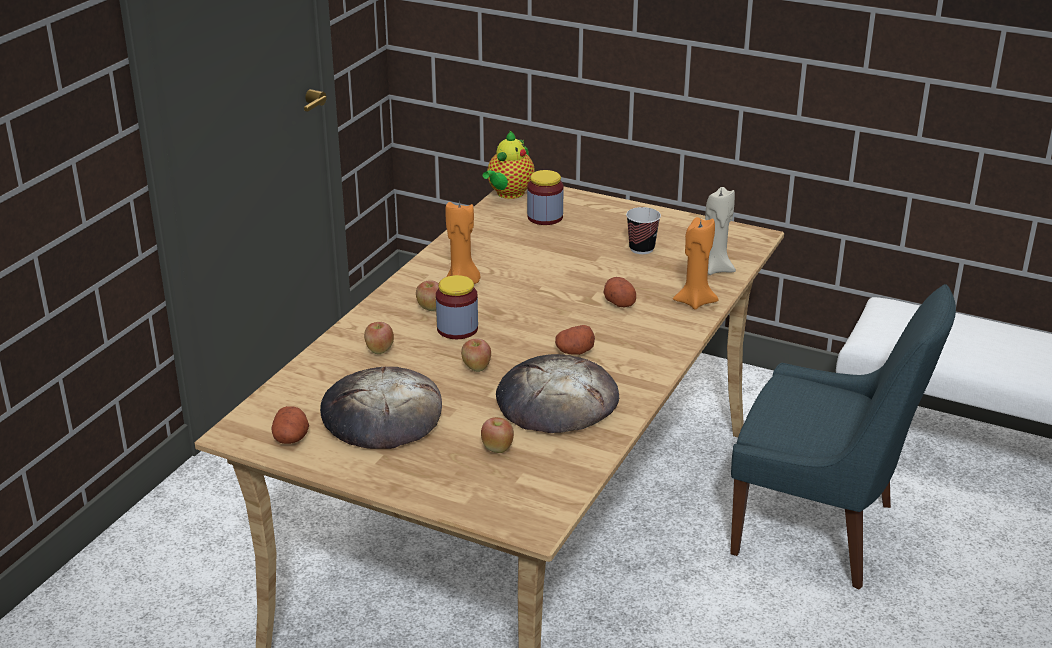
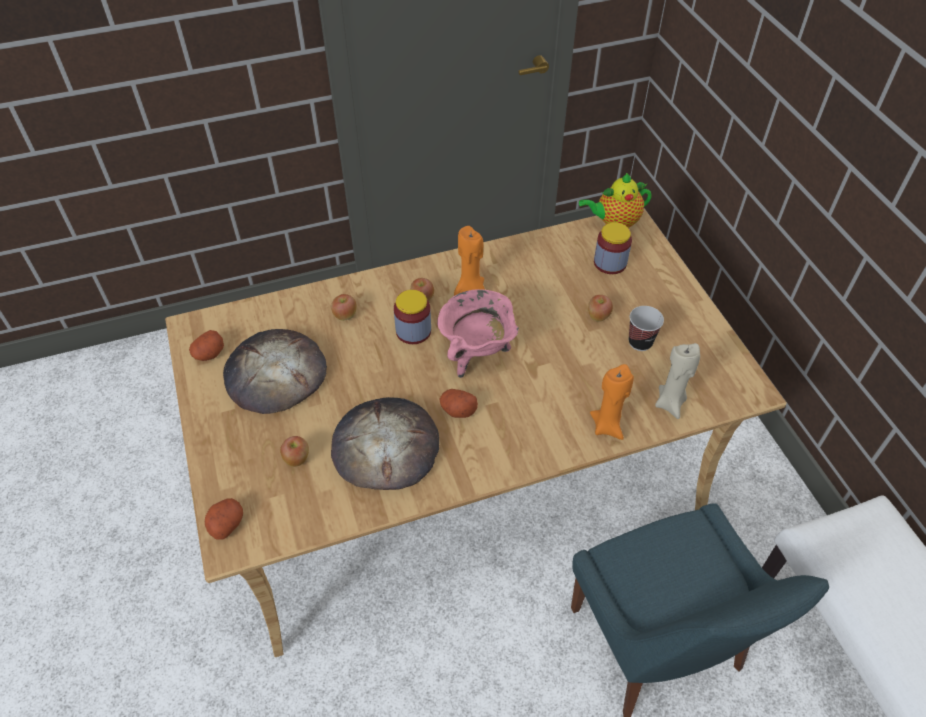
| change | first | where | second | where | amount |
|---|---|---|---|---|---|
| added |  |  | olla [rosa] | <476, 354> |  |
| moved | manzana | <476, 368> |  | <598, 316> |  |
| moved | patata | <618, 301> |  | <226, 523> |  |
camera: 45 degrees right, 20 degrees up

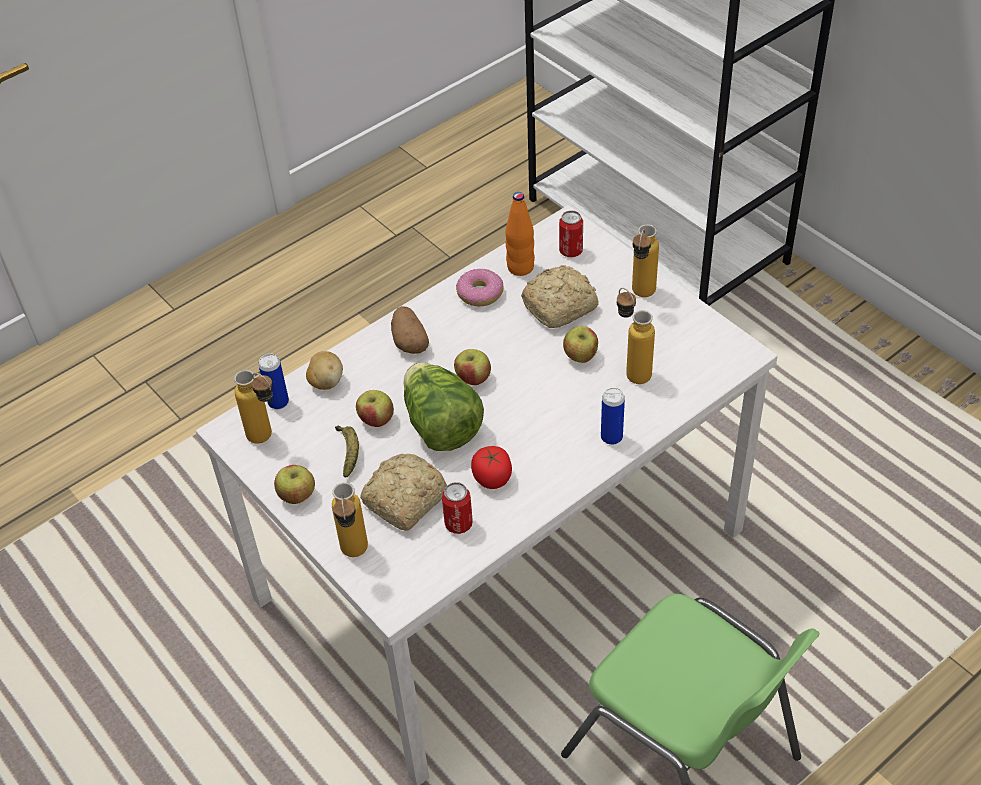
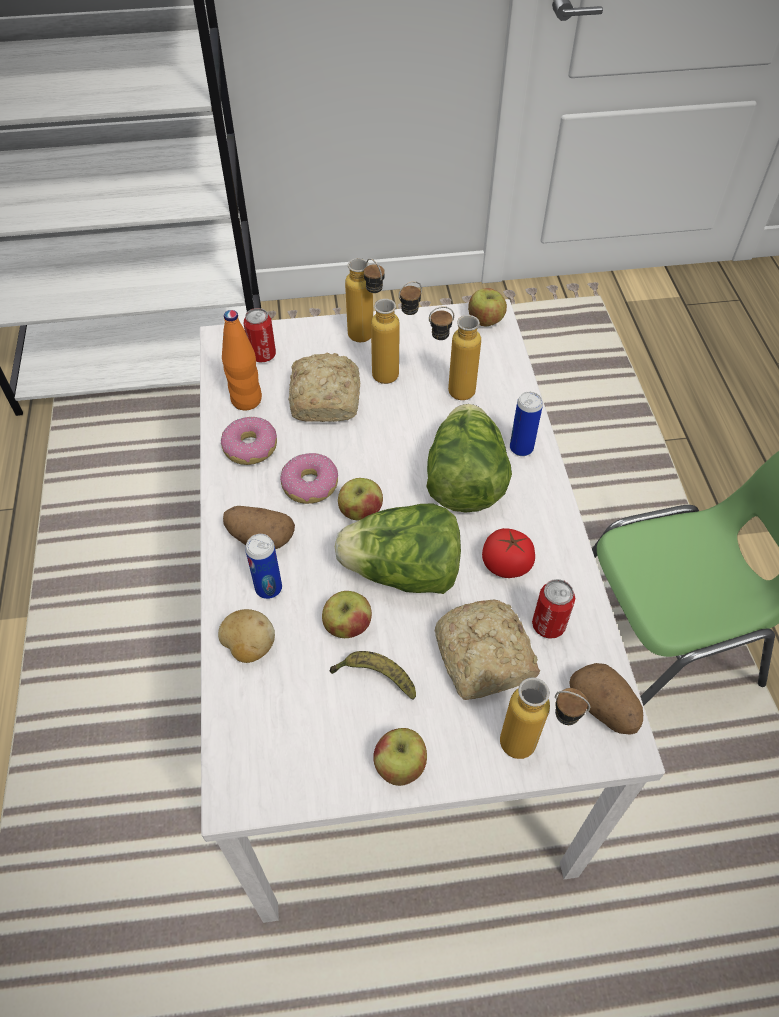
| change | first | where | second | where | amount |
|---|---|---|---|---|---|
| added |  |  | rosquilla | <310, 485> |  |
| added |  |  | lechuga | <464, 481> |  |
| added |  |  | patata | <604, 708> |  |
| moved | botella | <267, 439> |  | <396, 372> |  |
| moved | lata | <278, 402> |  | <268, 588> |  |
| moved | manzana | <580, 356> |  | <485, 321> |  |
camera: 60 degrees left, 5 degrees up

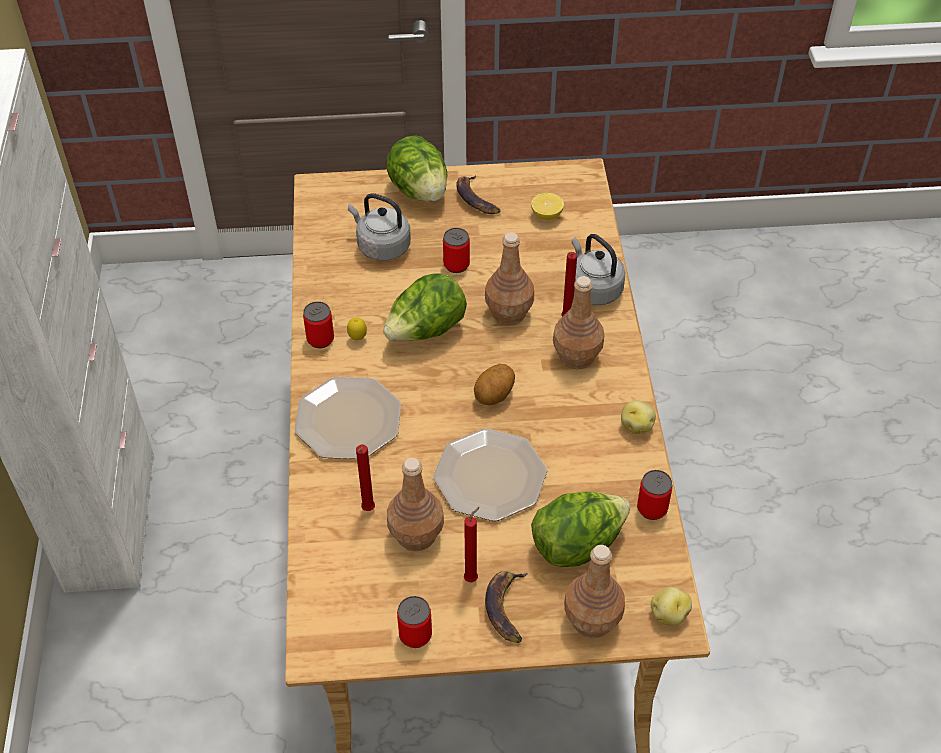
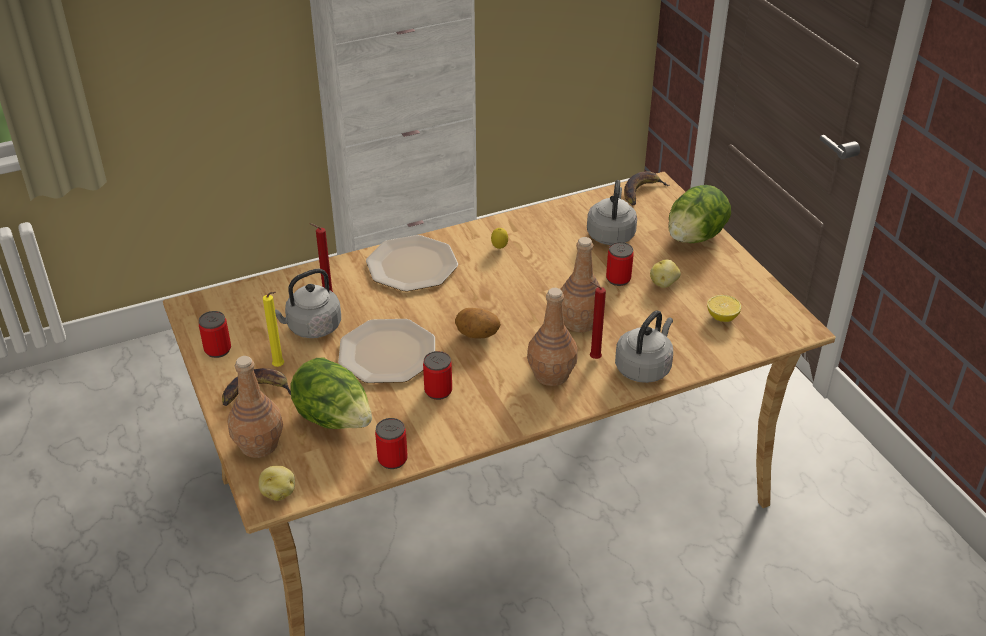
| change | first | where | second | where | amount |
|---|---|---|---|---|---|
| removed | lechuga | <426, 331> |  |  |  |
| moved | lata | <320, 339> |  | <438, 391> |  |
| moved | plátano | <475, 199> |  | <641, 191> |  |
| moved | patata | <637, 425> |  | <664, 283> |  |
| replaced | botella [marrón] | <417, 535> | hervidor [gris] | <311, 328> |  |
| recoloured | vela [rojo] | <472, 578> | vela [amarillo] | <280, 367> |  |
camera: 70 degrees right, 10 degrees down

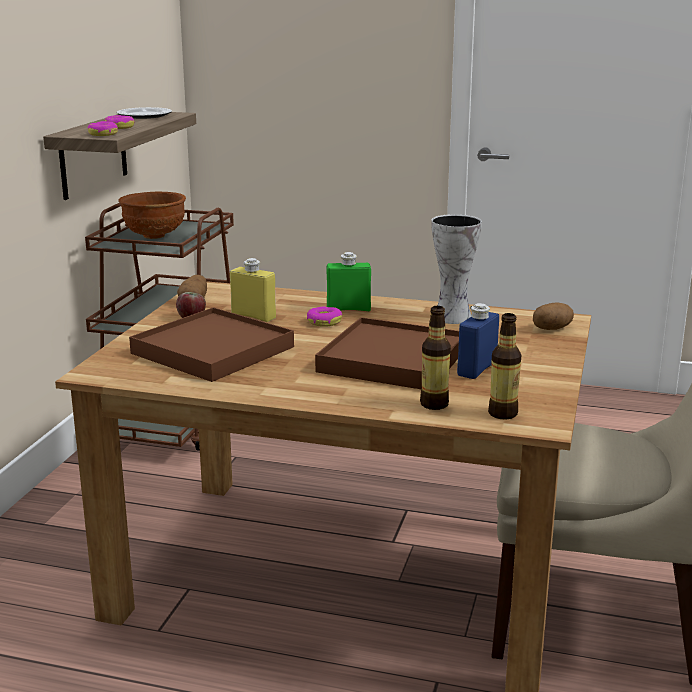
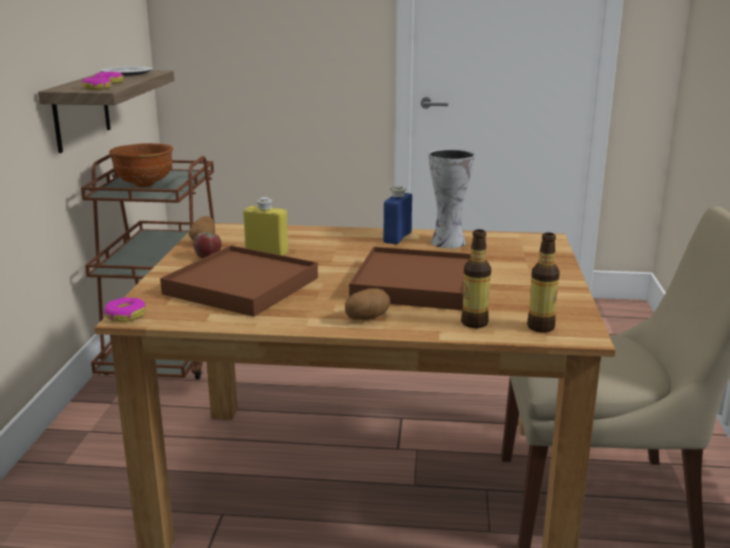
| change | first | where | second | where | amount |
|---|---|---|---|---|---|
| removed | botella [verde] | <348, 309> |  |  |  |
| moved | rosquilla | <324, 322> |  | <125, 315> |  |
| moved | botella [azul] | <477, 369> |  | <397, 238> |  |
| moved | patata | <551, 328> |  | <367, 317> |  |
camera: 10 degrees left, 0 degrees up

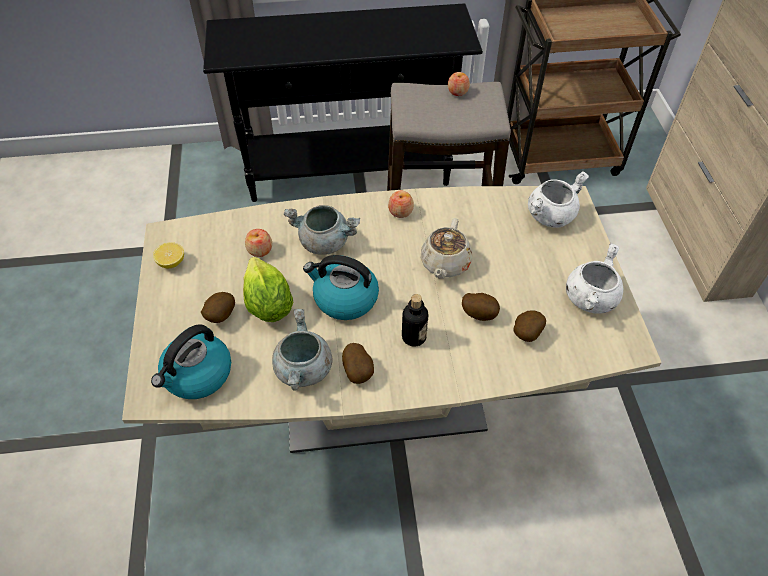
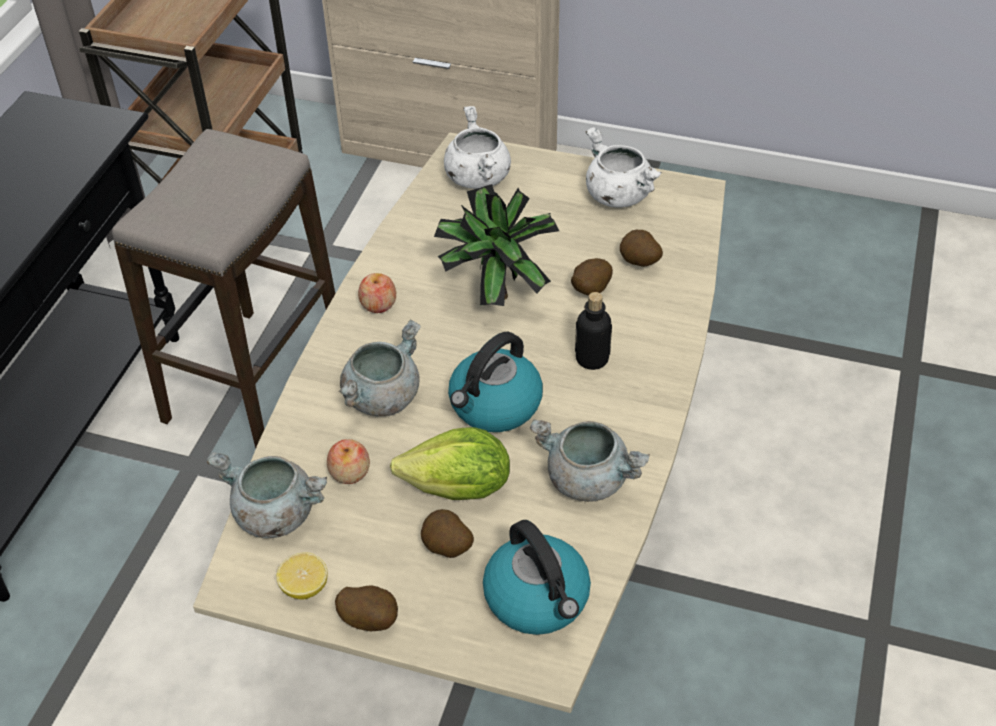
| change | first | where | second | where | amount |
|---|---|---|---|---|---|
| removed | manzana | <457, 91> |  |  |  |
| added |  |  | olla [gris] | <274, 514> |  |
| moved | patata | <358, 372> |  | <370, 619> |  |
| replaced | tetera [beis] | <445, 264> | planta en maceta | <494, 293> |  |
camera: 65 degrees left, 5 degrees down

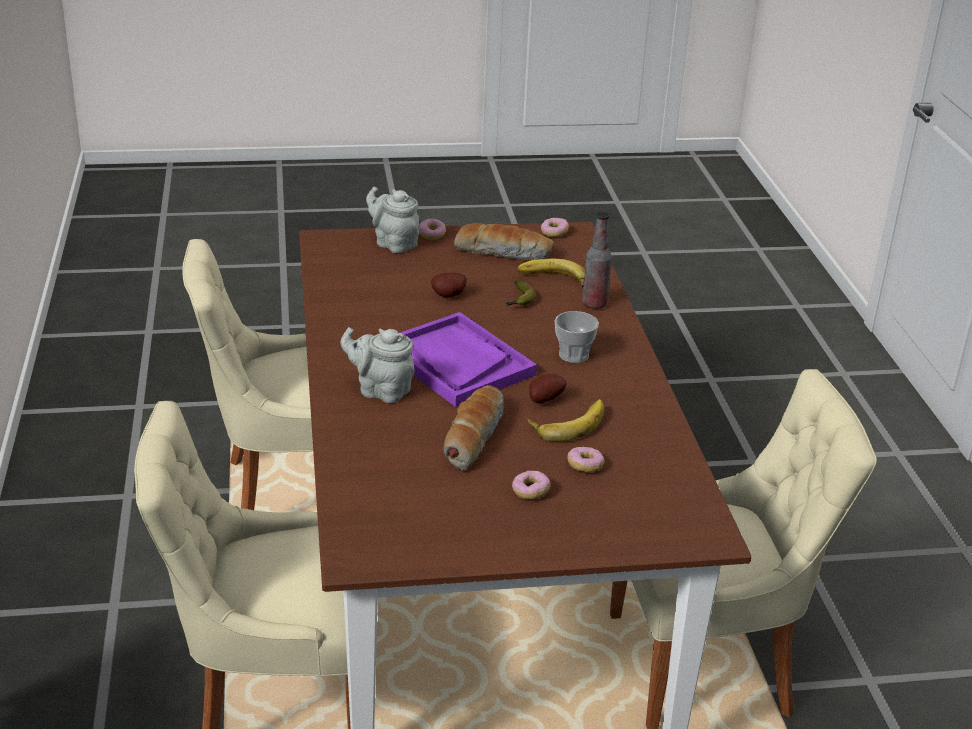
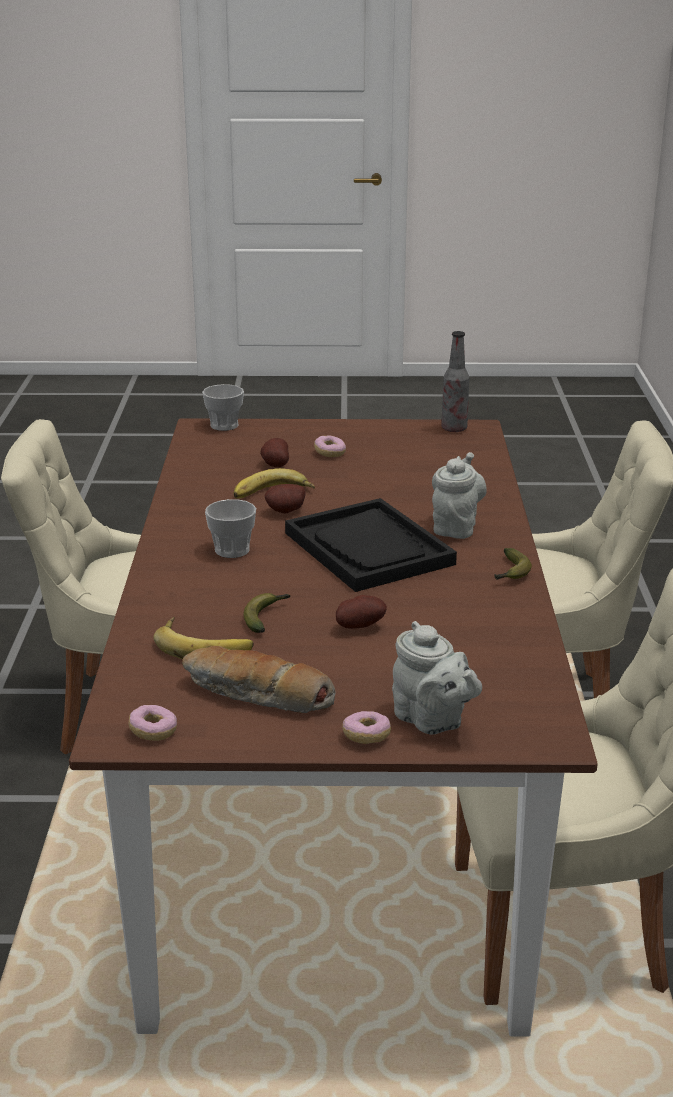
| change | first | where | second | where | amount |
|---|---|---|---|---|---|
| removed | pan | <473, 436> |  |  |  |
| added |  |  | taza | <224, 425> |  |
| added |  |  | plátano | <510, 573> |  |
| moved | botella | <594, 304> |  | <454, 429> |  |
| replaced | rosquilla | <585, 466> | patata | <274, 465> |  |
| recoloured | bandeja [morado] | <456, 362> | bandeja [negro] | <369, 549> |  |
| turned | tetera [gris] | <381, 390> |  | <455, 526> | 105 degrees counterclockwise |
camera: 170 degrees left, 5 degrees down

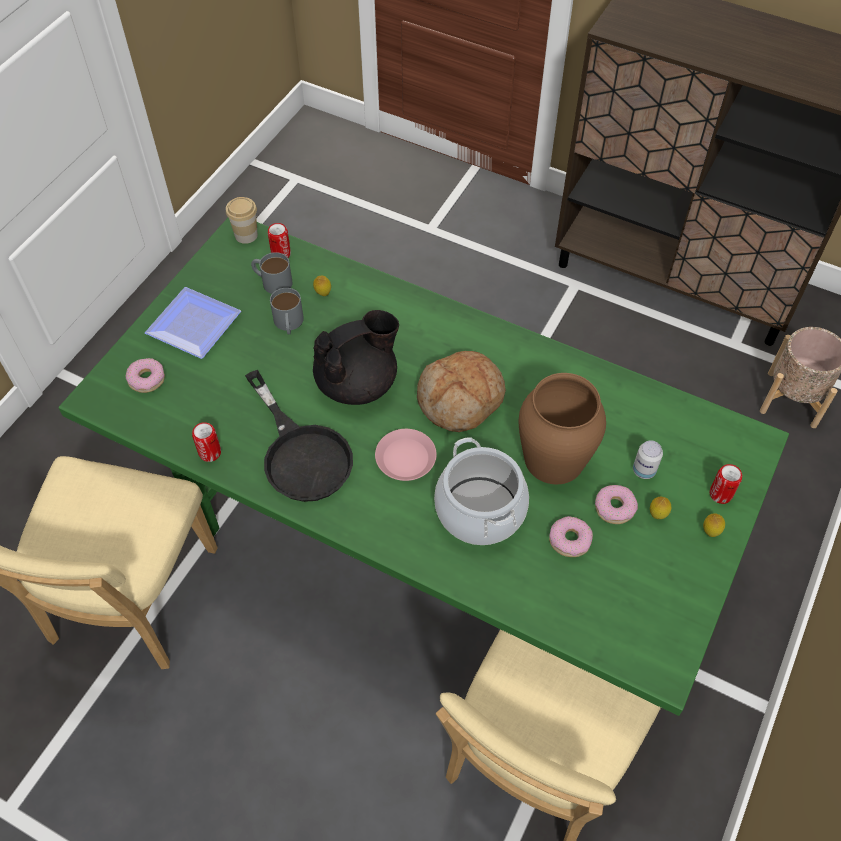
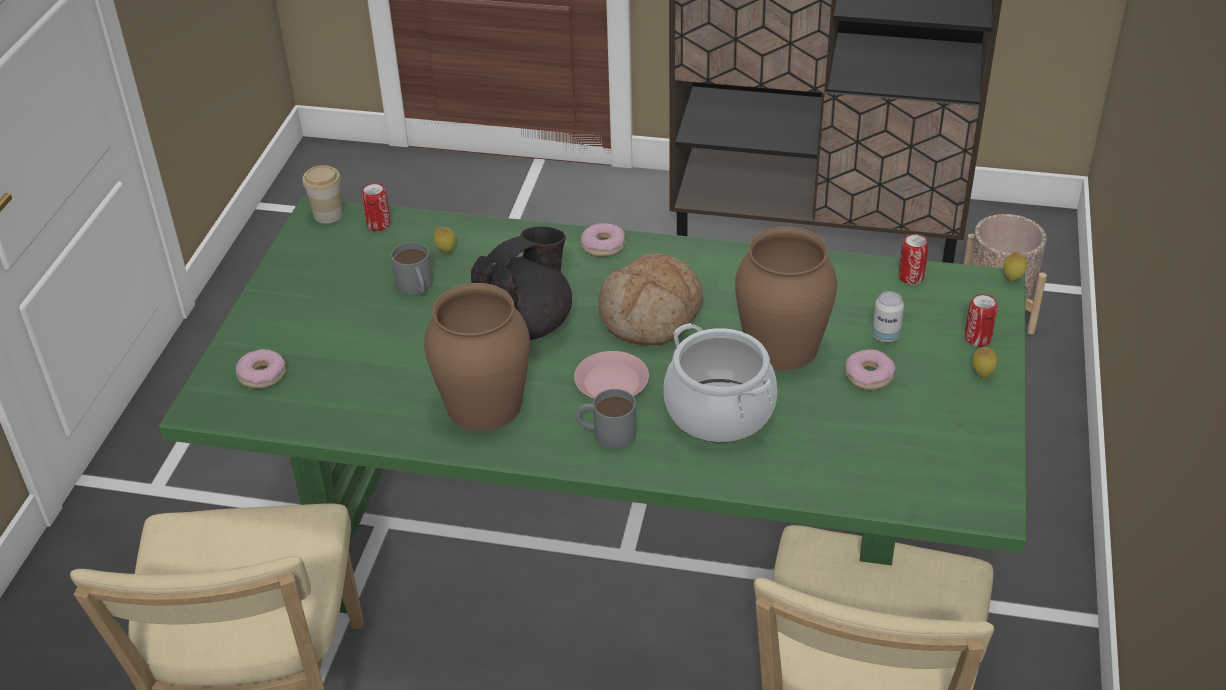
| change | first | where | second | where | amount |
|---|---|---|---|---|---|
| removed | plato | <190, 326> |  |  |  |
| moved | lata | <210, 453> |  | <910, 277> |  |
| moved | taza grande [gris] | <272, 281> |  | <606, 432> |  |
| moved | rosquilla | <569, 540> |  | <603, 246> |  |
| moved | limón | <657, 515> |  | <1012, 278> |  |
| replaced | sartén [negro] | <301, 453> | florero [marrón] | <485, 404> |  |
camera: 15 degrees left, 15 degrees down

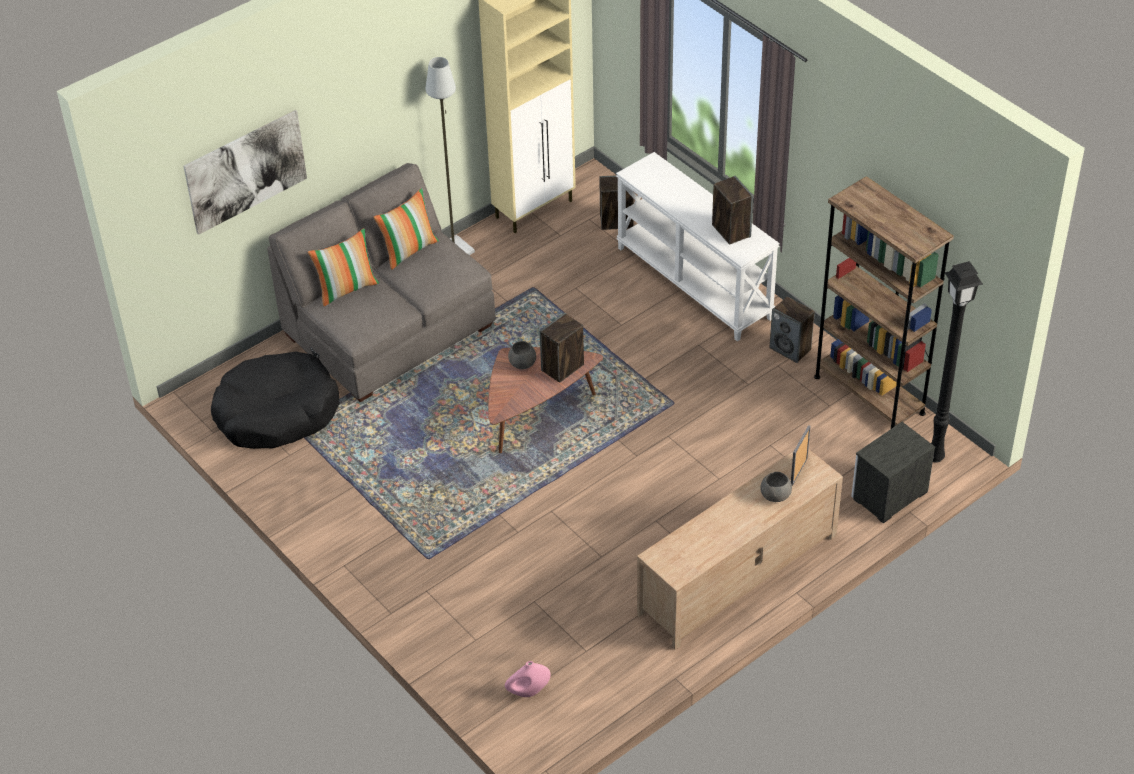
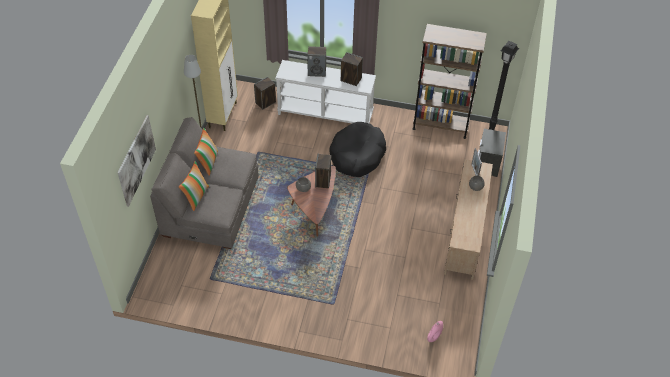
| change | first | where | second | where | amount |
|---|---|---|---|---|---|
| moved | cama para perro [negro] | <276, 412> |  | <357, 155> |  |
| moved | altavoz | <790, 349> |  | <317, 71> |  |
camera: 40 degrees left, 5 degrees up

